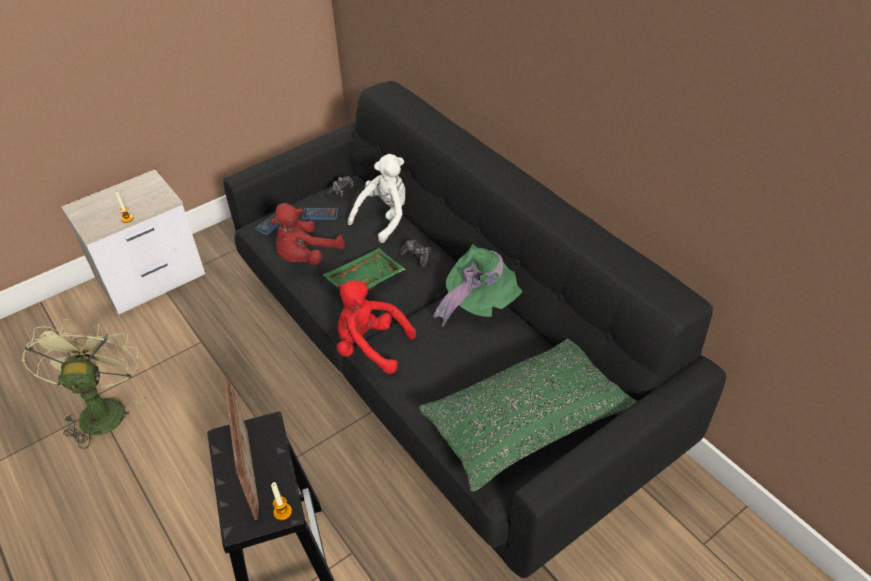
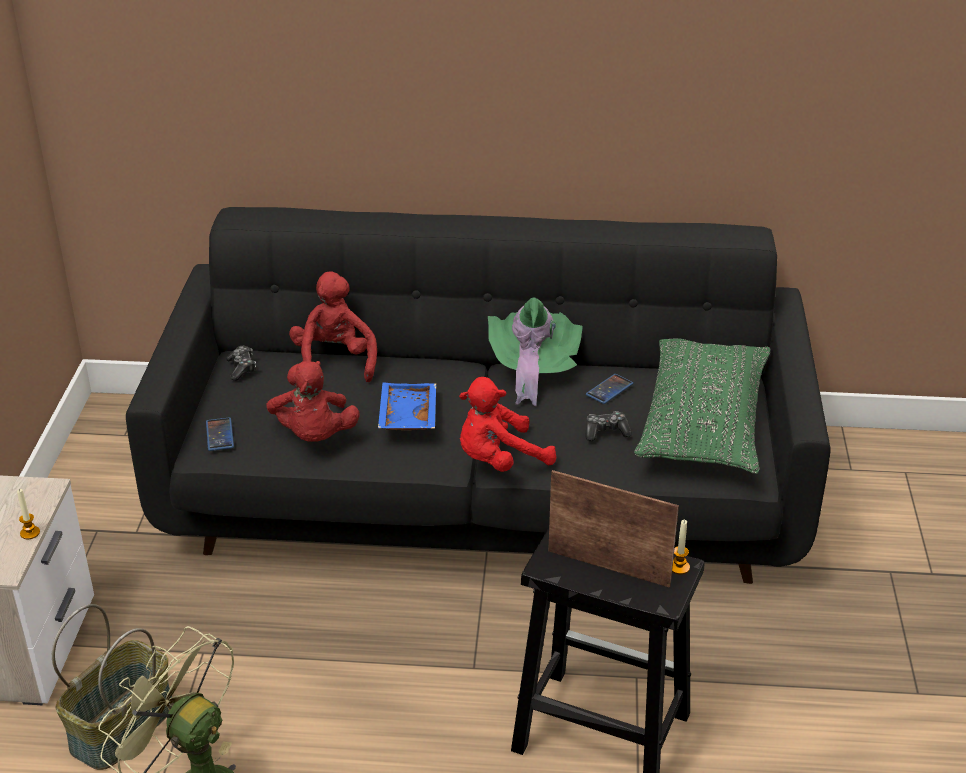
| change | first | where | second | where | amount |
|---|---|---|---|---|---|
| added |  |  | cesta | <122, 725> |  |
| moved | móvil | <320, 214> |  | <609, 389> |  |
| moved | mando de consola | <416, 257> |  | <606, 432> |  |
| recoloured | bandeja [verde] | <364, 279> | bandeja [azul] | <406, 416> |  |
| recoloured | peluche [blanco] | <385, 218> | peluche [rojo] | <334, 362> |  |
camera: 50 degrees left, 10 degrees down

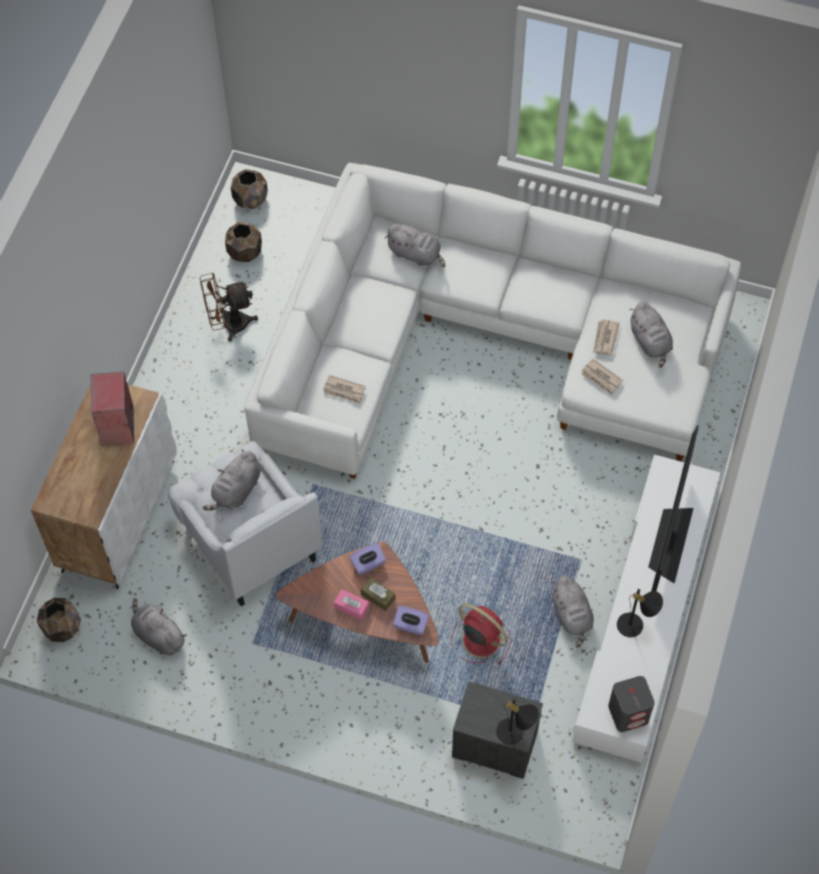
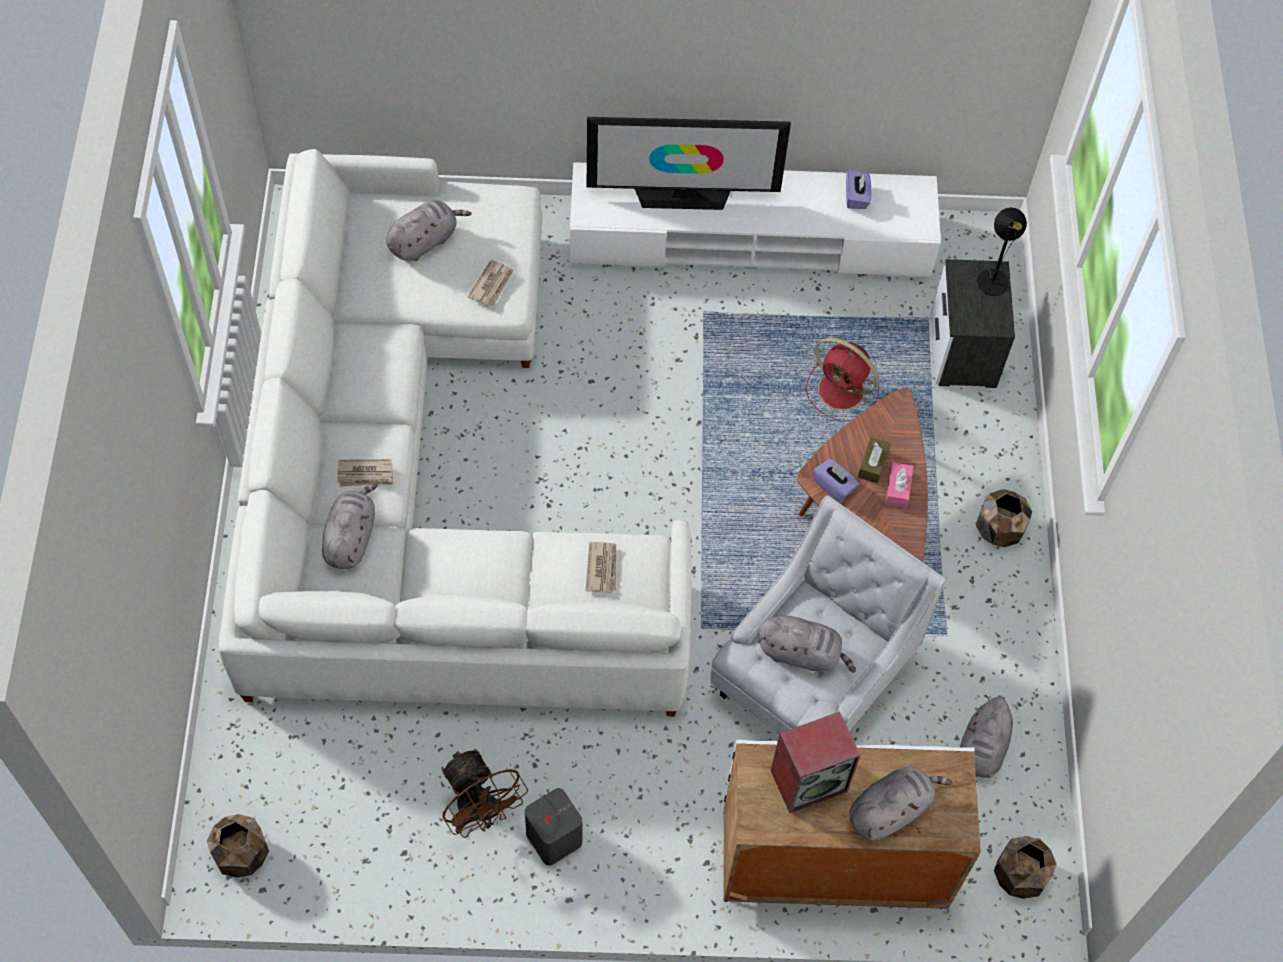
| change | first | where | second | where | amount |
|---|---|---|---|---|---|
| removed | lámpara de mesa [negro] | <635, 626> |  |  |  |
| moved | maceta [marrón] | <244, 252> |  | <999, 530> |  |
| moved | caja de pañuelos [morado] | <410, 625> |  | <856, 197> |  |
| moved | peluche [gris] | <572, 616> |  | <890, 809> |  |
| moved | periódico | <605, 338> |  | <365, 474> |  |
| moved | altavoz [gris] | <628, 713> |  | <553, 837> |  |
| turned | ventilador [rojo] | <480, 639> |  | <843, 392> | 75 degrees counterclockwise |
camera: 110 degrees left, 0 degrees up

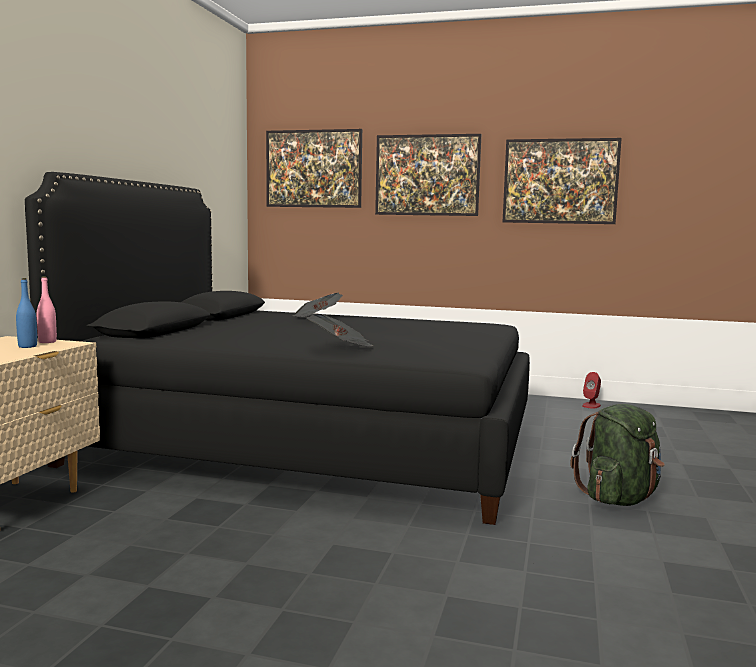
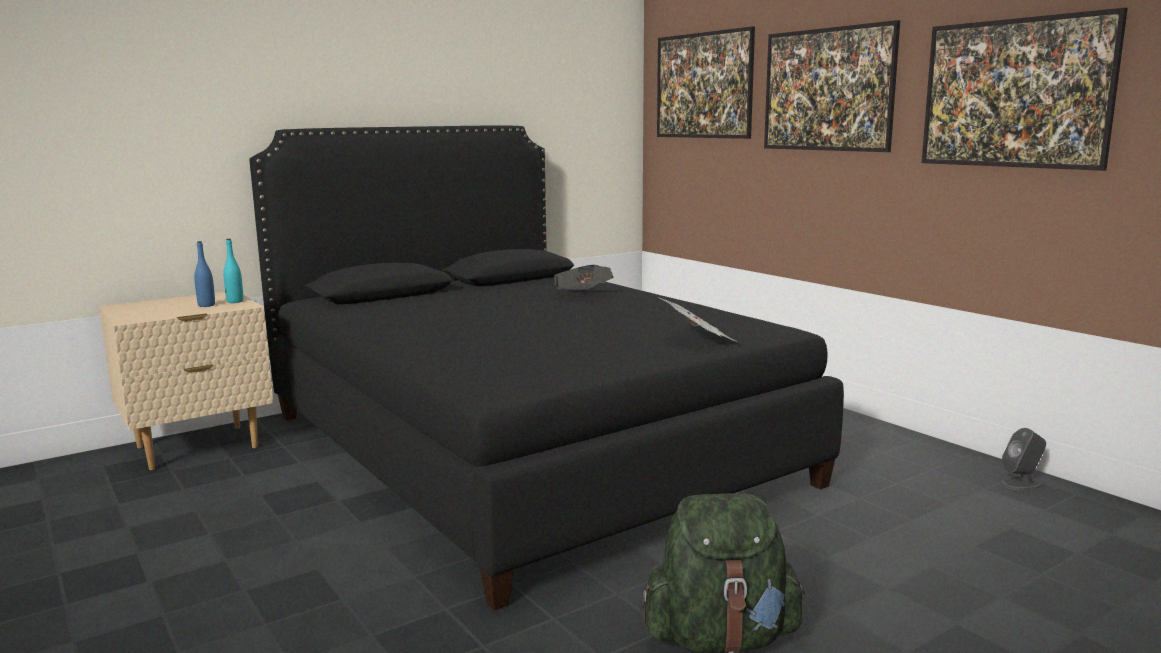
| change | first | where | second | where | amount |
|---|---|---|---|---|---|
| moved | periódico | <341, 348> |  | <698, 341> |  |
| recoloured | botella [rosa] | <47, 342> | botella [turquesa] | <235, 301> |  |
| recoloured | altavoz [rojo] | <591, 405> | altavoz [gris] | <1021, 484> |  |
camera: 40 degrees right, 5 degrees up

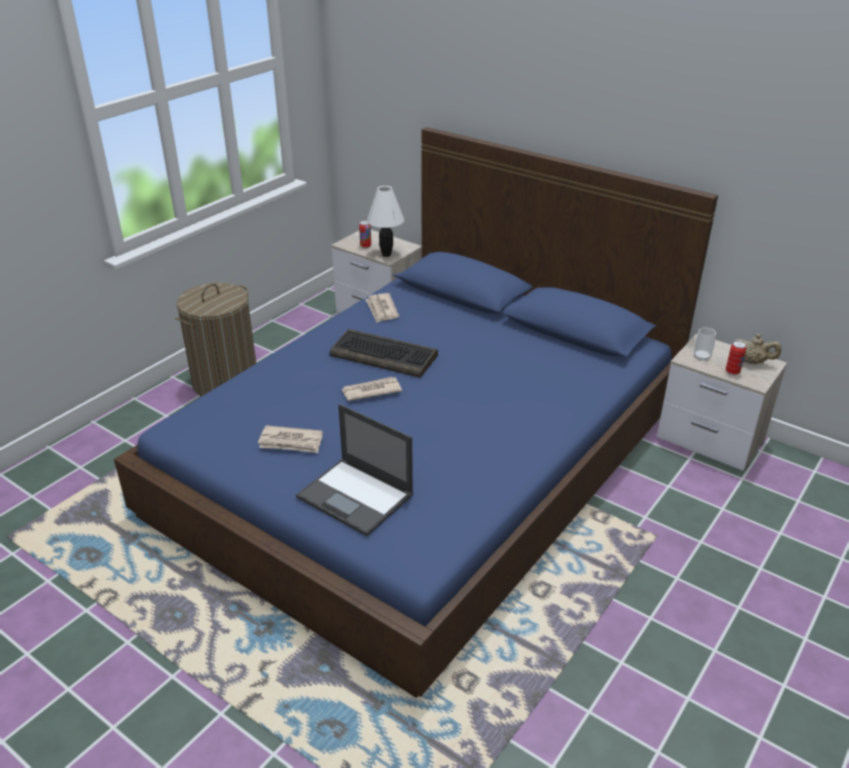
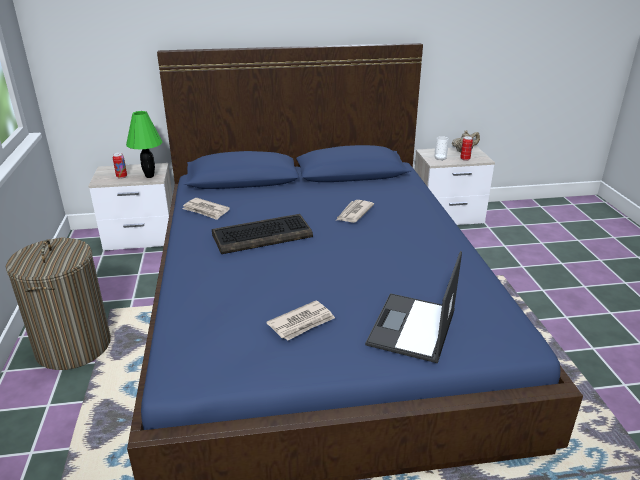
| change | first | where | second | where | amount |
|---|---|---|---|---|---|
| moved | periódico | <371, 391> |  | <354, 213> |  |
| recoloured | lámpara de mesa [blanco] | <386, 255> | lámpara de mesa [verde] | <149, 176> |  |
| turned | portátil | <356, 496> |  | <412, 328> | 120 degrees clockwise |
camera: 45 degrees left, 5 degrees down

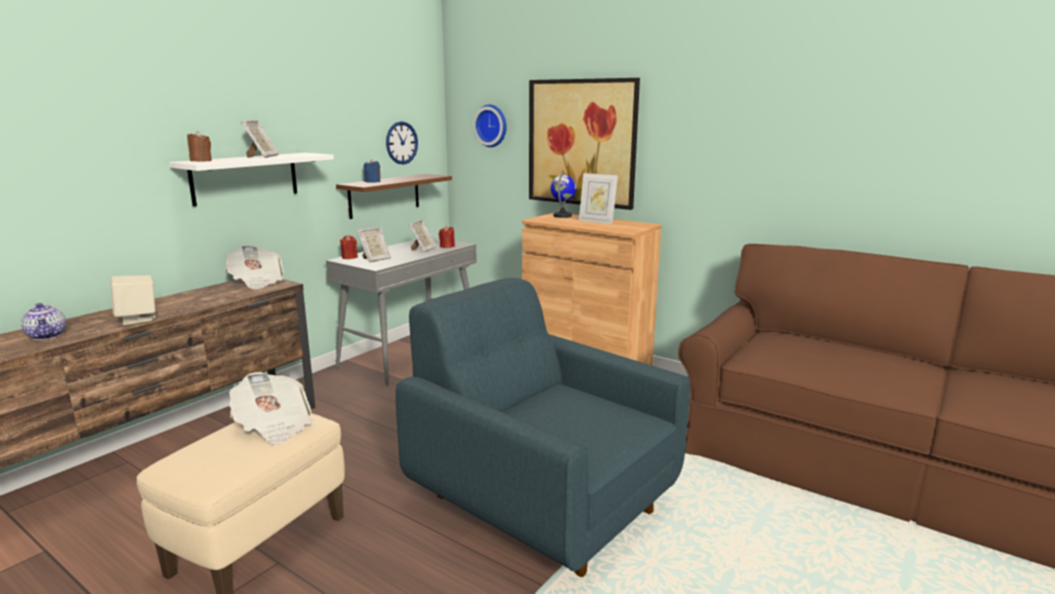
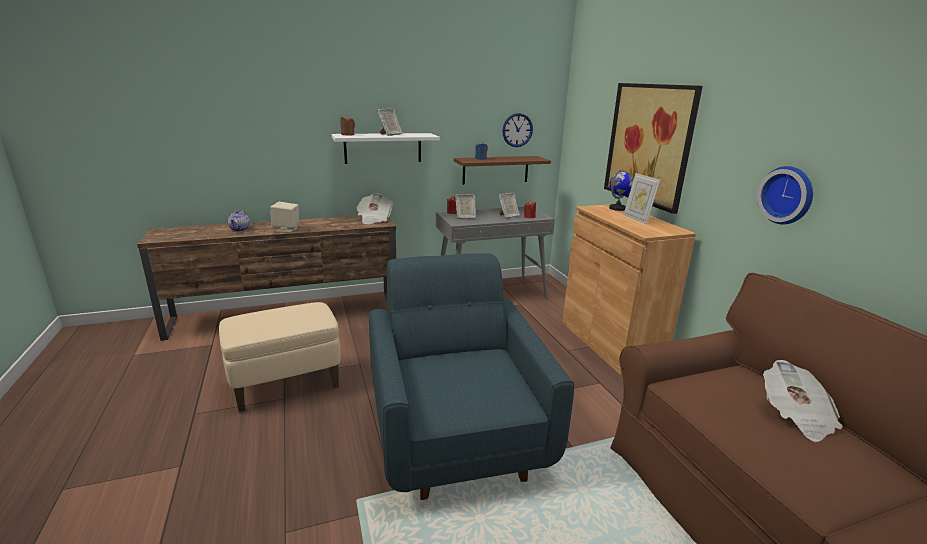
| change | first | where | second | where | amount |
|---|---|---|---|---|---|
| moved | periódico | <273, 426> |  | <796, 416> |  |
| moved | reloj de pared | <492, 126> |  | <788, 195> |  |
camera: 35 degrees right, 5 degrees up

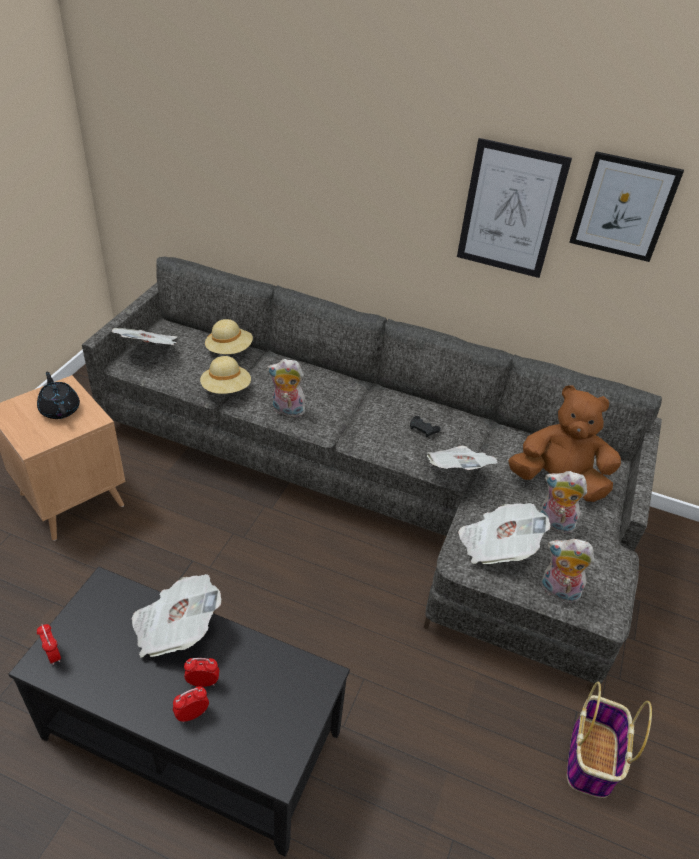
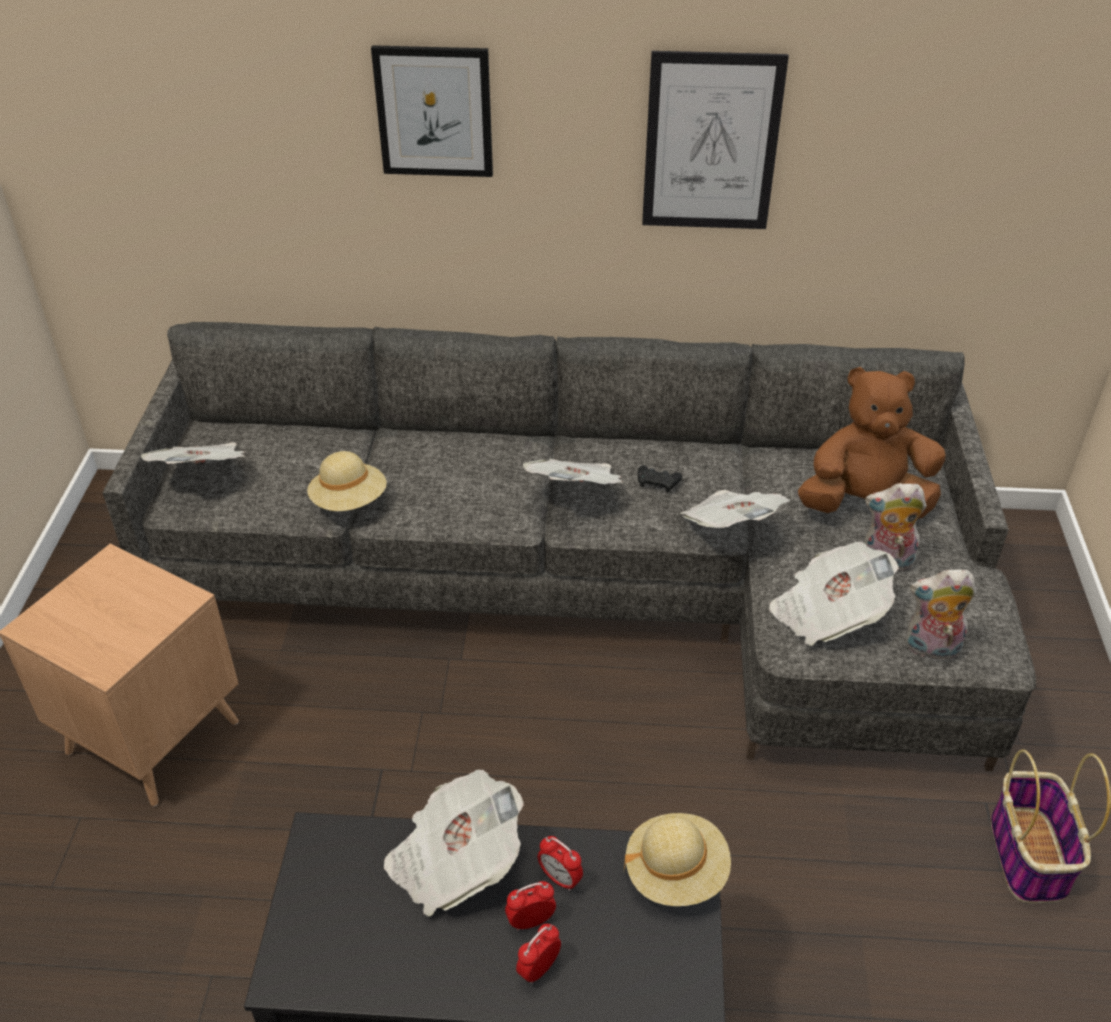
| change | first | where | second | where | amount |
|---|---|---|---|---|---|
| removed | tetera [negro] | <60, 409> |  |  |  |
| removed | peluche | <287, 411> |  |  |  |
| added |  |  | periódico | <576, 491> |  |
| moved | despertador | <53, 655> |  | <560, 878> |  |
| moved | sombrero [beis] | <229, 350> |  | <676, 872> |  |
| moved | cuadro | <623, 207> |  | <434, 111> |  |
camera: 15 degrees left, 0 degrees up

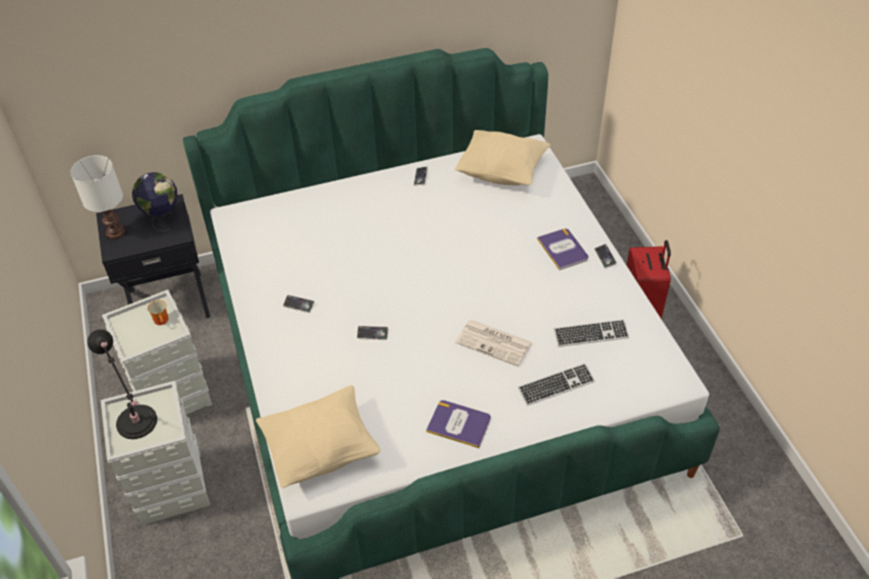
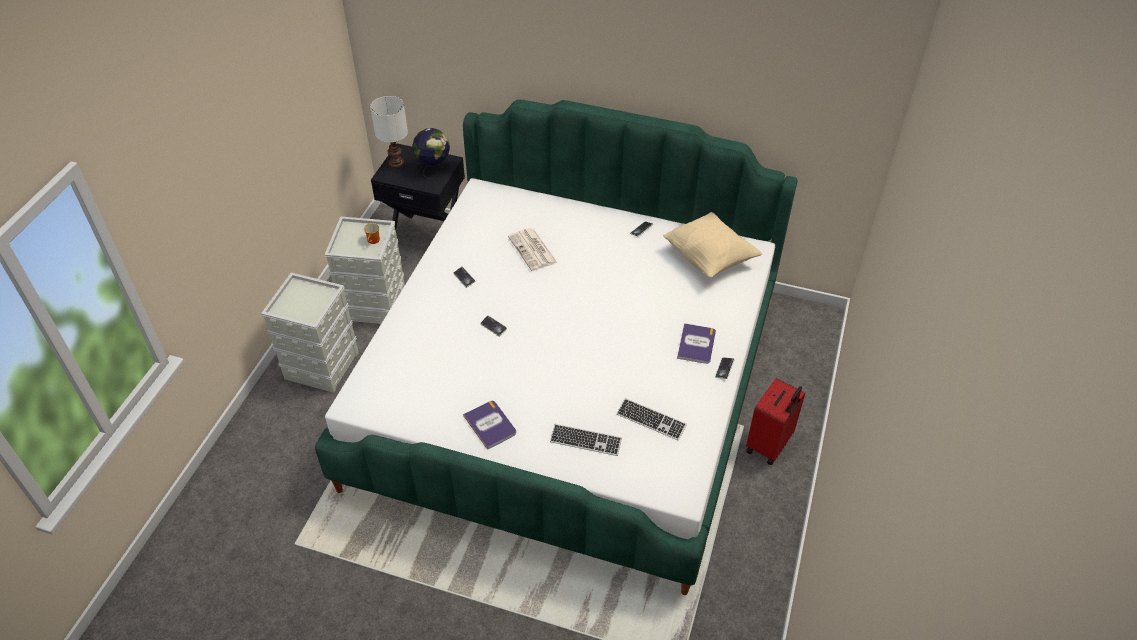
| change | first | where | second | where | amount |
|---|---|---|---|---|---|
| removed | lámpara de mesa [negro] | <138, 425> |  |  |  |
| removed | cojín [beis] | <321, 450> |  |  |  |
| moved | periódico | <495, 343> |  | <533, 250> |  |
camera: 35 degrees right, 0 degrees up

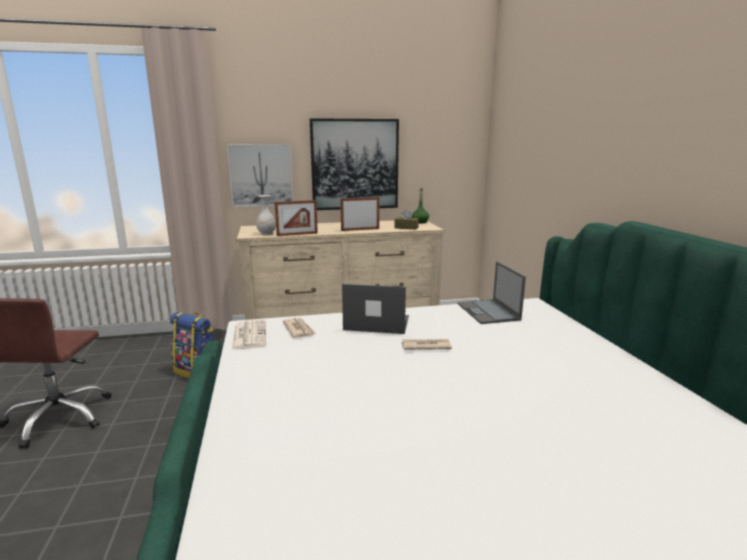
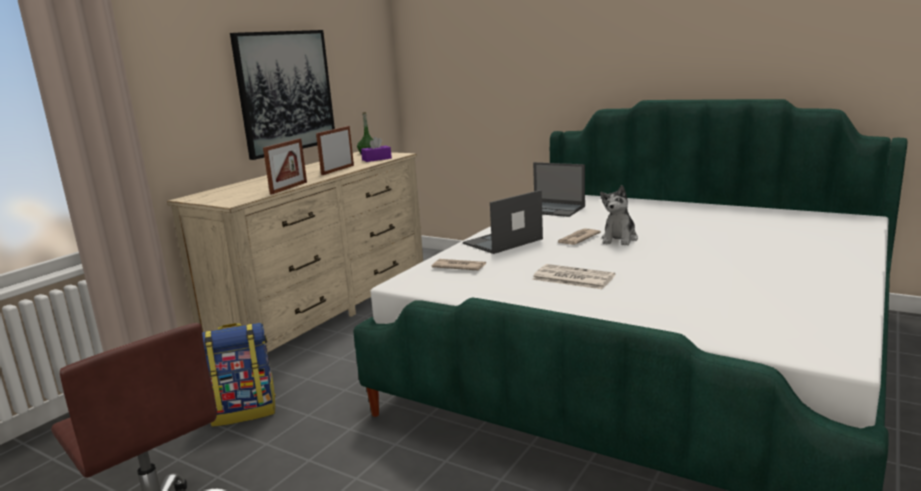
| change | first | where | second | where | amount |
|---|---|---|---|---|---|
| removed | cuadro | <261, 175> |  |  |  |
| removed | florero [blanco] | <266, 234> |  |  |  |
| added |  |  | peluche | <619, 239> |  |
| moved | periódico | <249, 335> |  | <572, 278> |  |
| recoloured | caja de pañuelos [marrón] | <406, 228> | caja de pañuelos [morado] | <376, 159> |  |
camera: 45 degrees left, 0 degrees up

